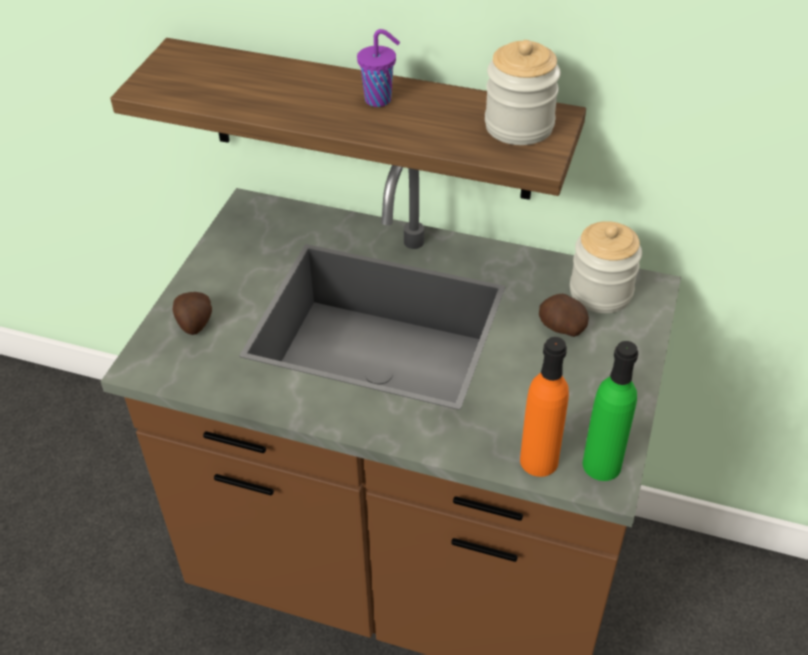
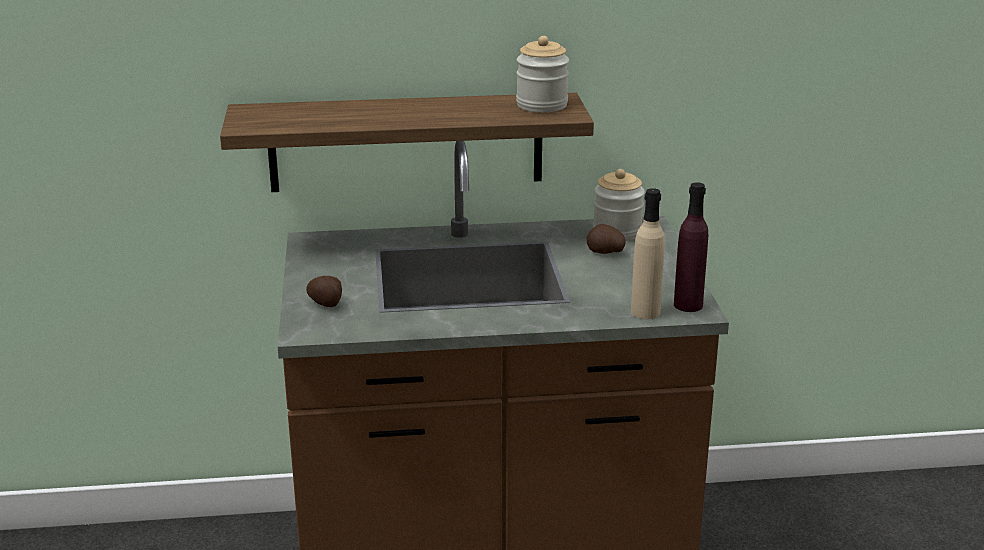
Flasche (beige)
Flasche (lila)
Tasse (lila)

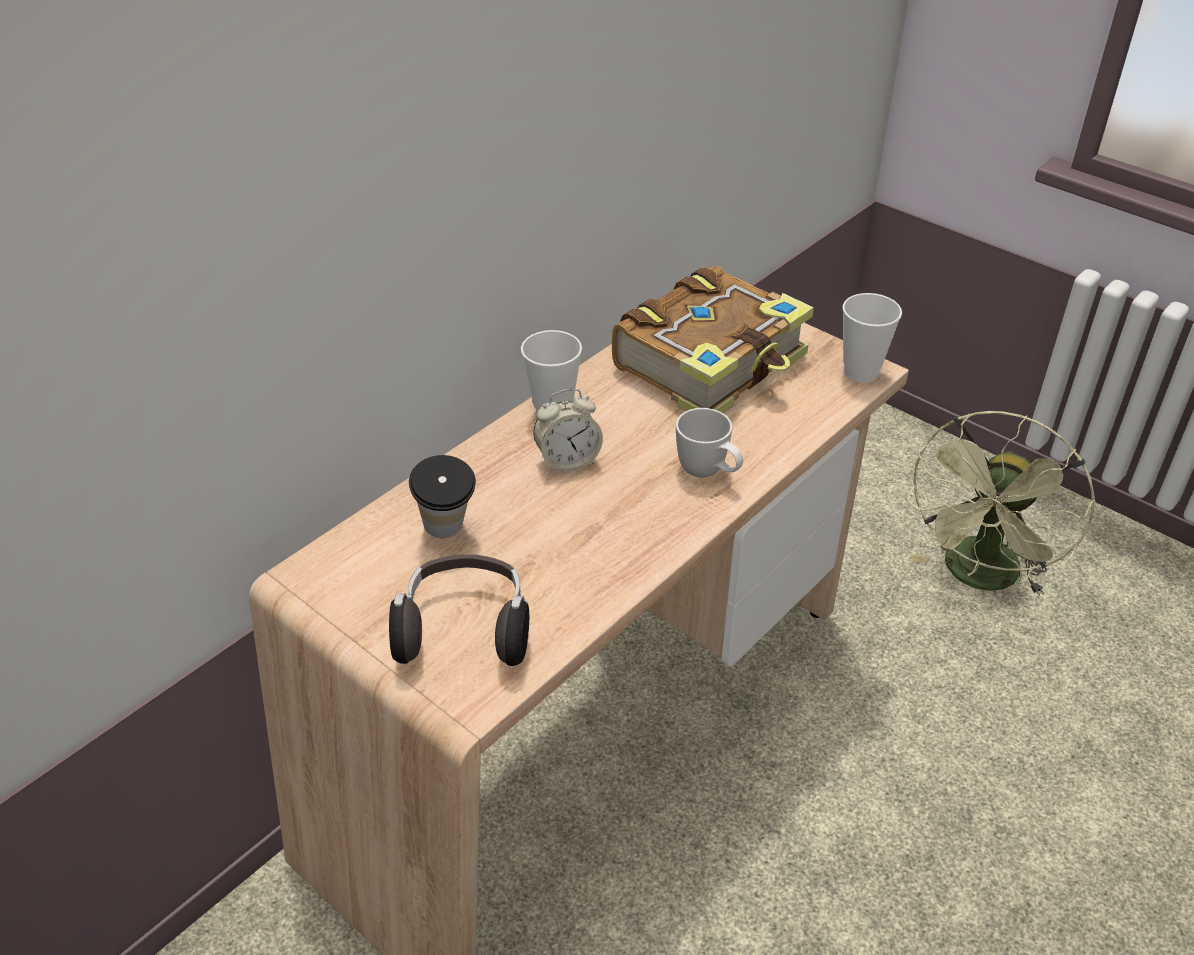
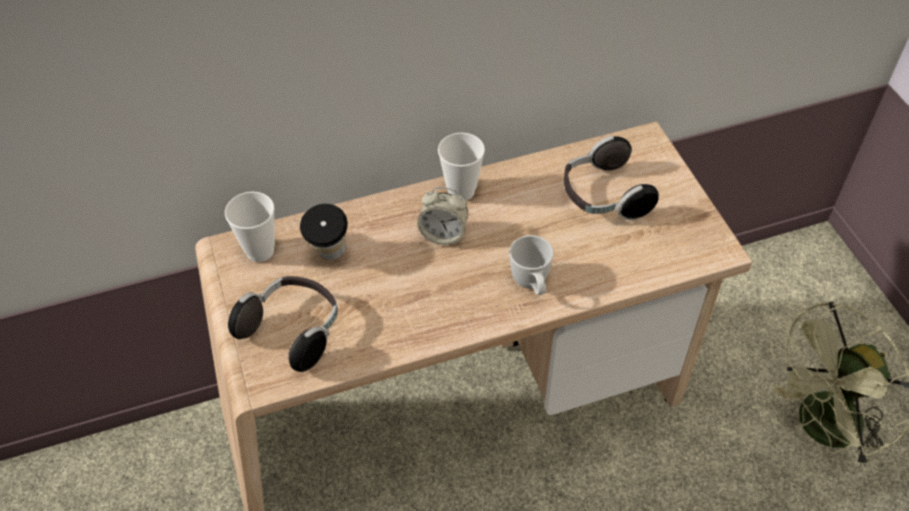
Tasse (1st from left)
Kopfhörer (2nd from left)

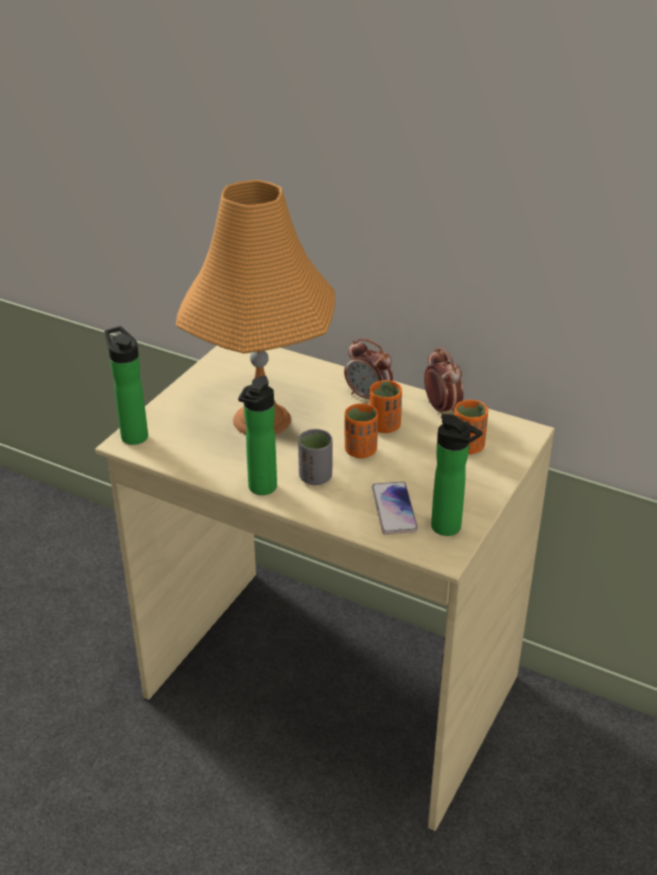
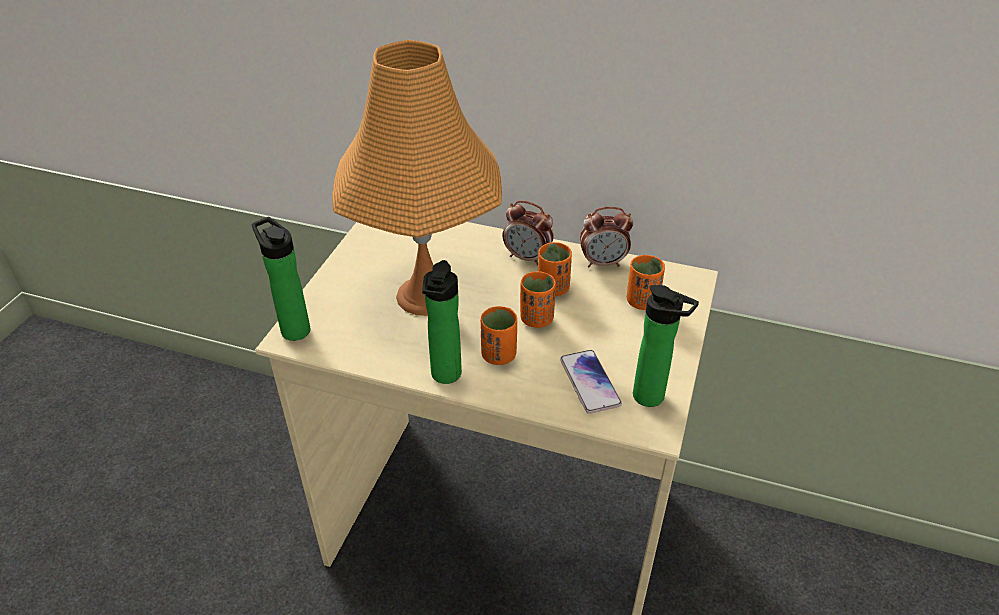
Tasse (orange) (1st from left)
Wecker (2nd from left)

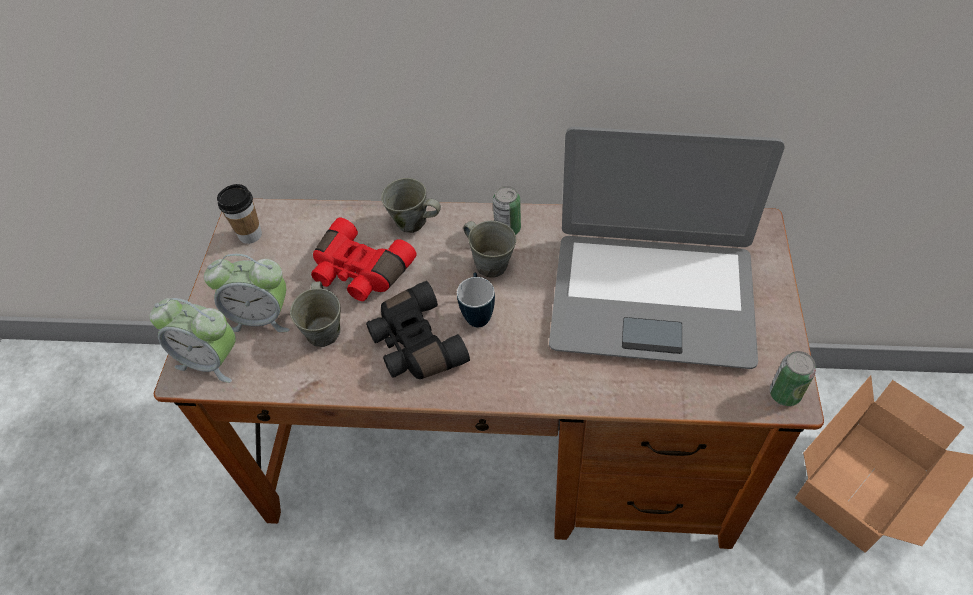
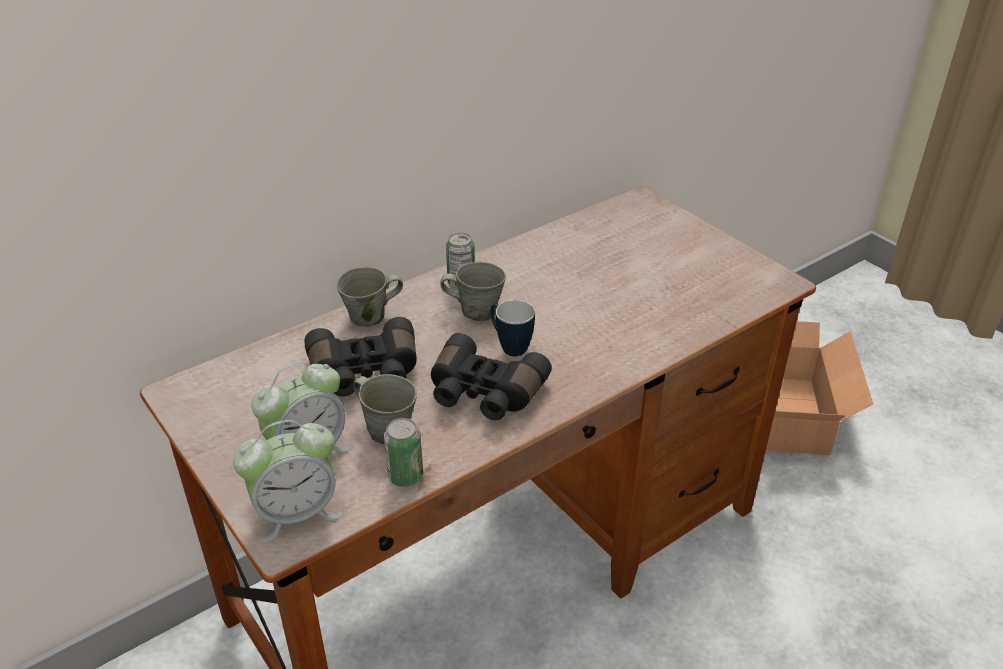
Fernglas (schwarz) (1st from left)
Dose (1st from left)
Tasse
Laptop

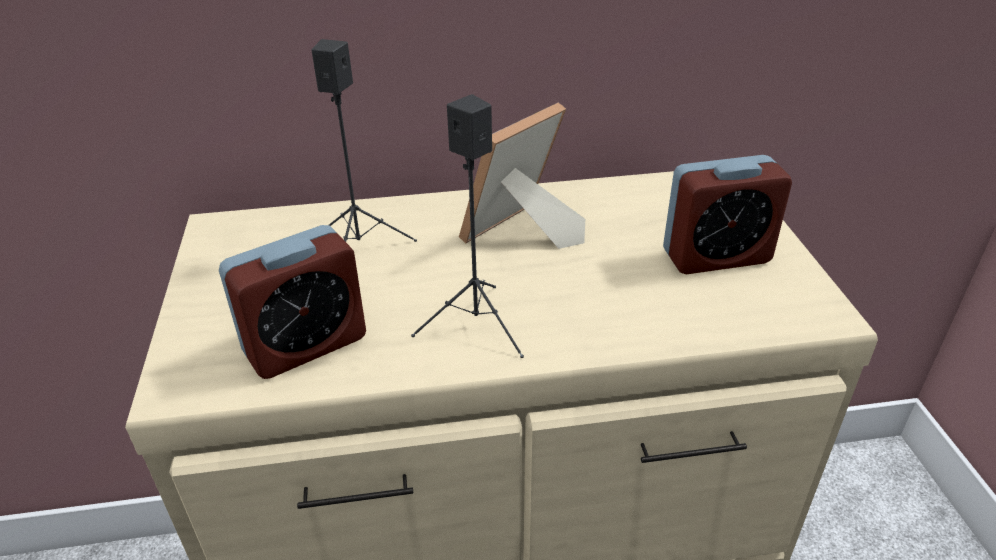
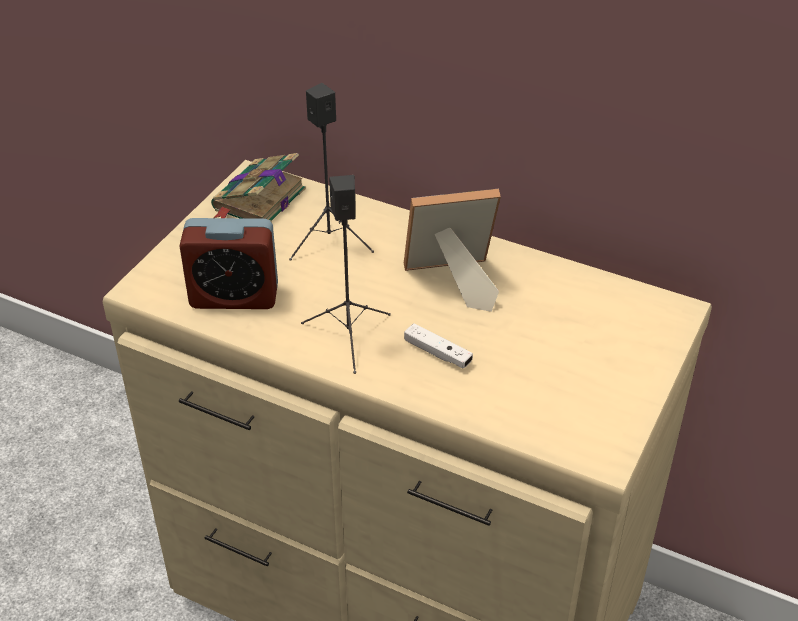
Buch
Gamepad (weiß)
Wecker (2nd from left in the first image)

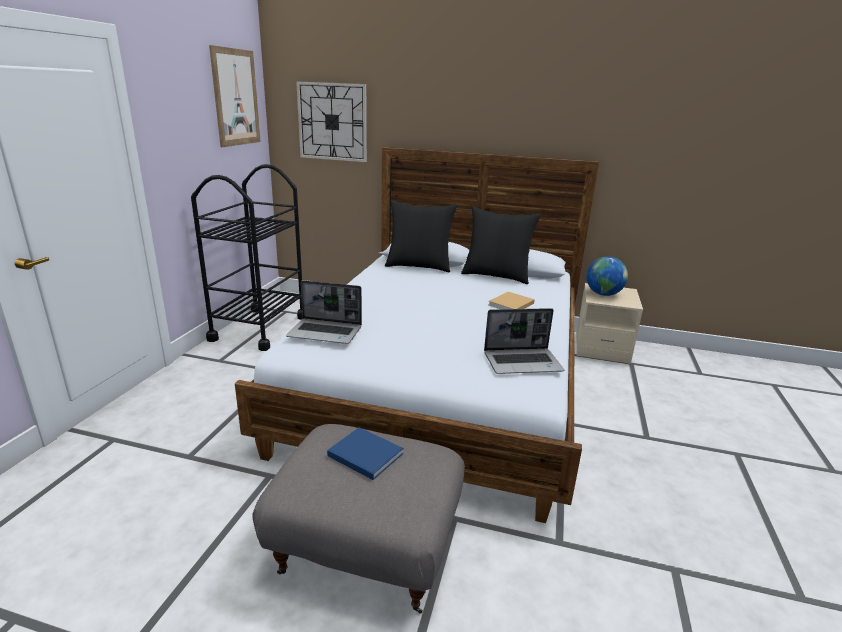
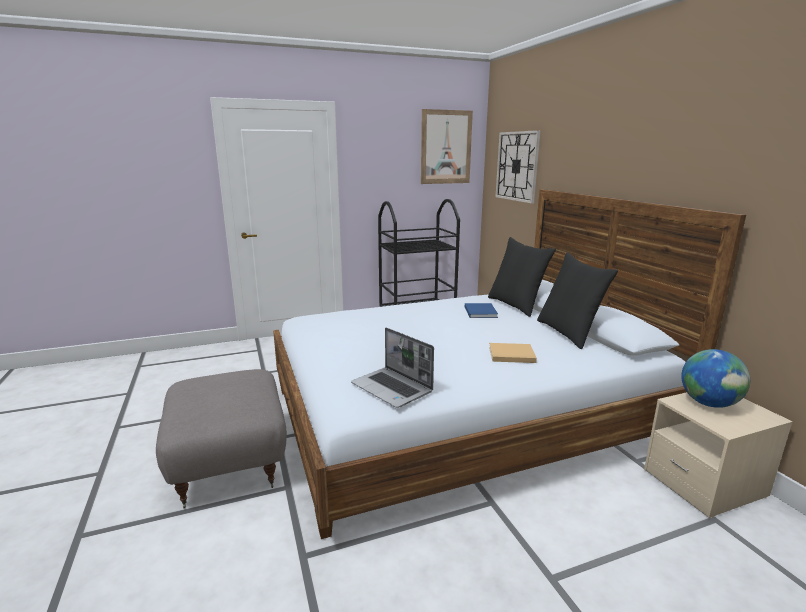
Buch (blau)
Laptop (1st from left in the first image)

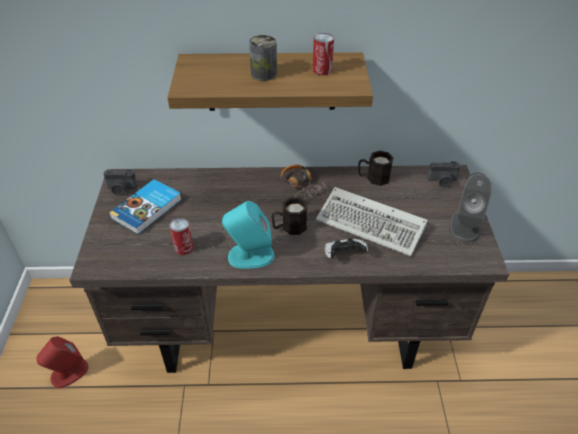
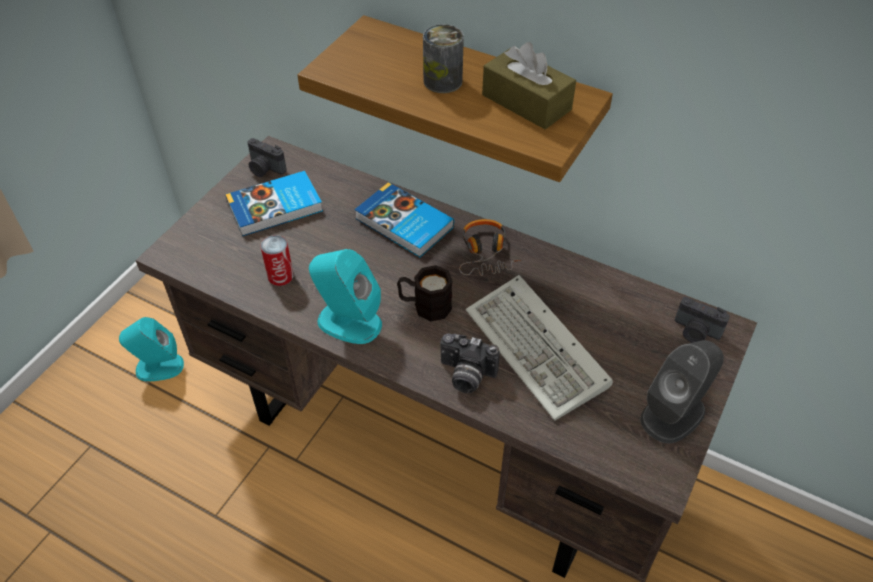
Lautsprecher (türkis) (1st from left)
Buch (2nd from left)
Kamera (2nd from left)
Taschentuchbox (braun)
Henkelbecher (schwarz) (2nd from left in the first image)

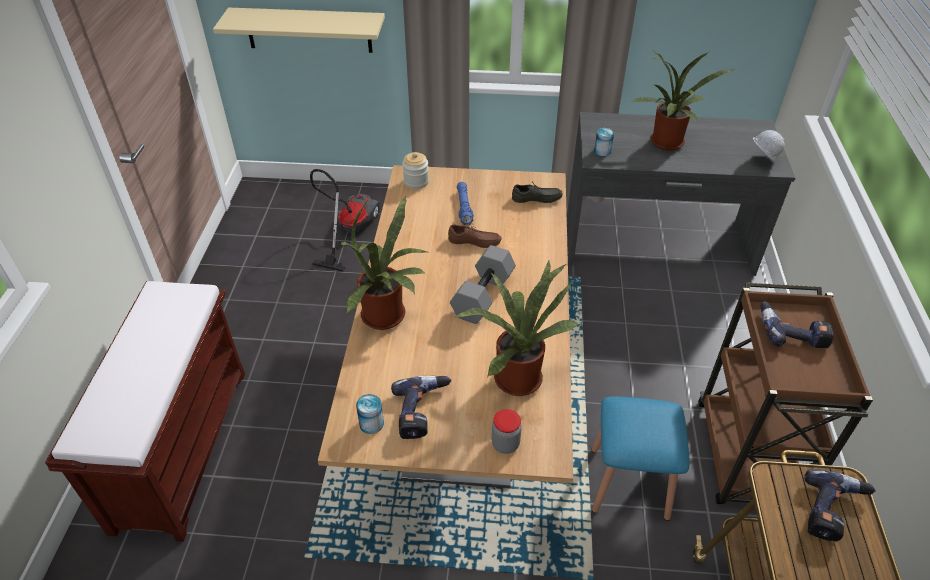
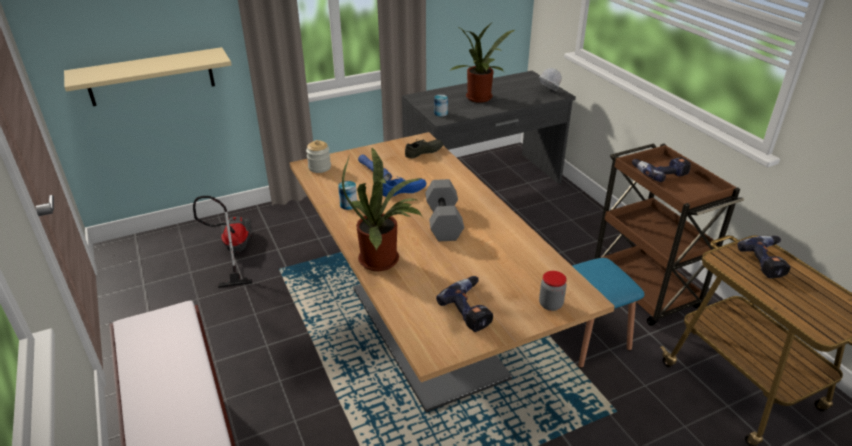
Dose (1st from left)
Schuh (blau)
Topfpflanze (2nd from left in the first image)

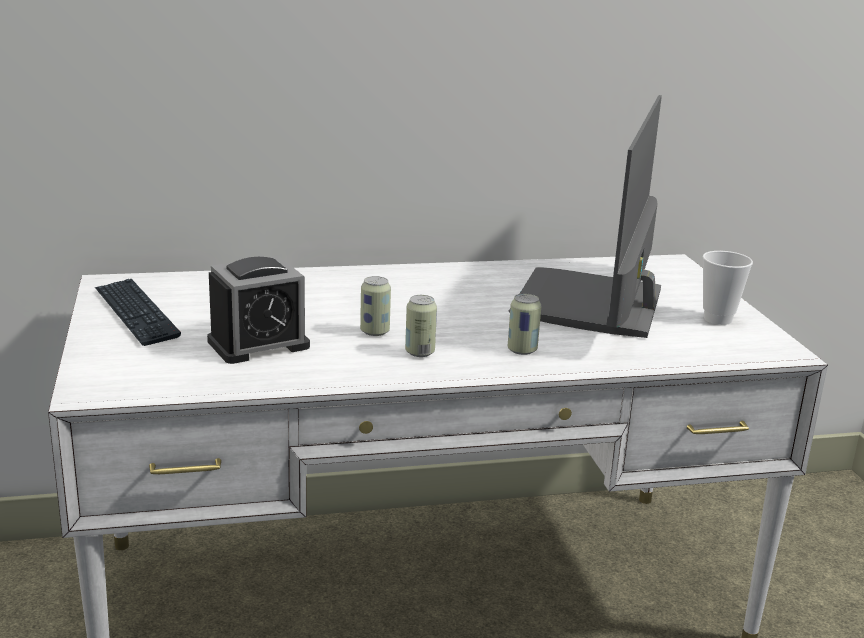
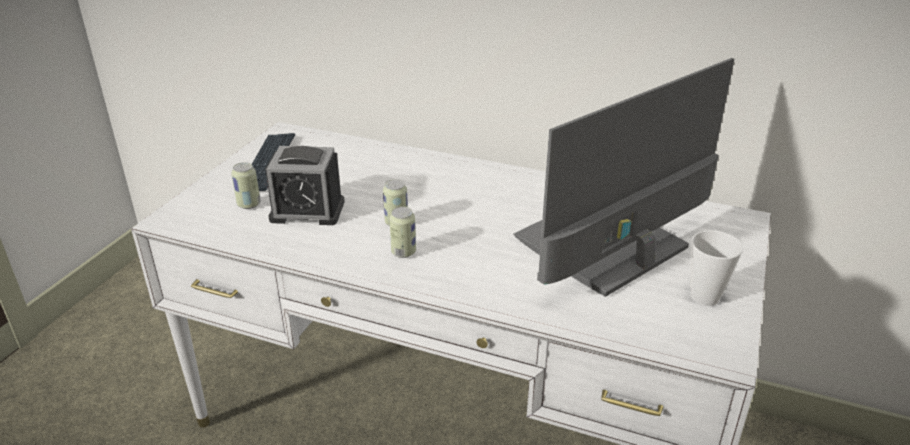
Dose (1st from left)

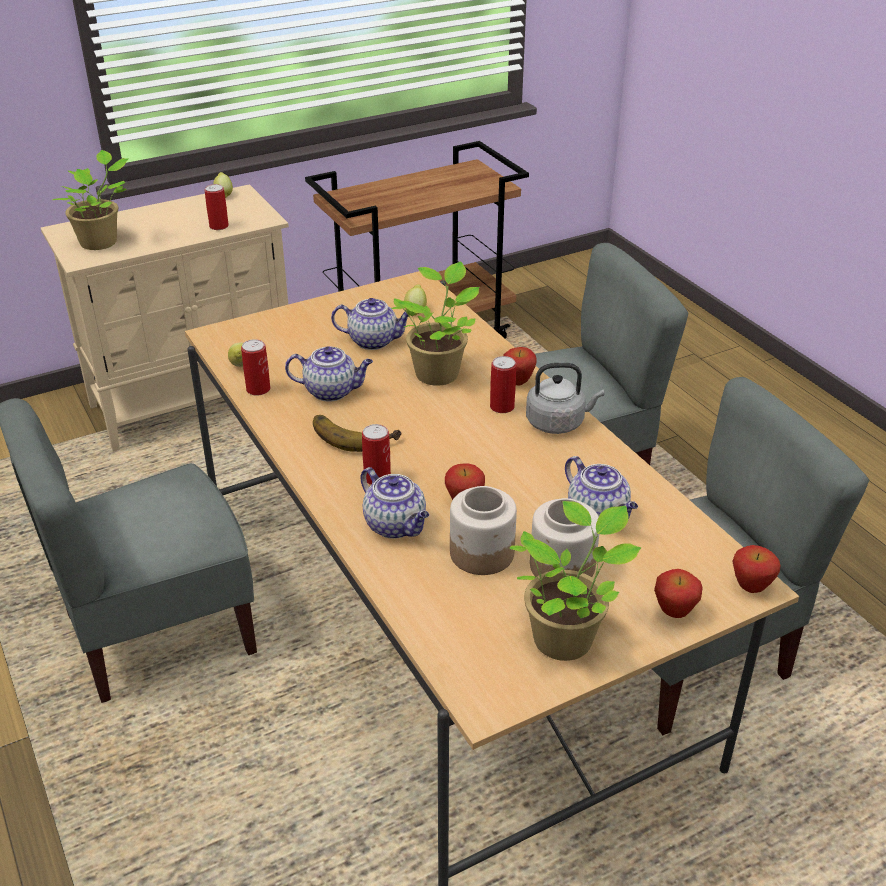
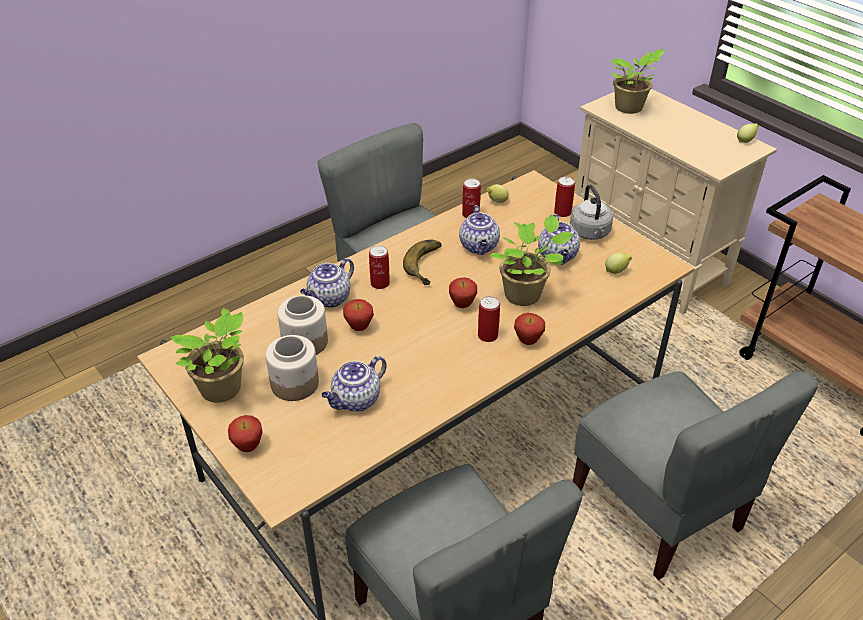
Apfel (3rd from left)
Dose (4th from left)
Wasserkessel (grau)

